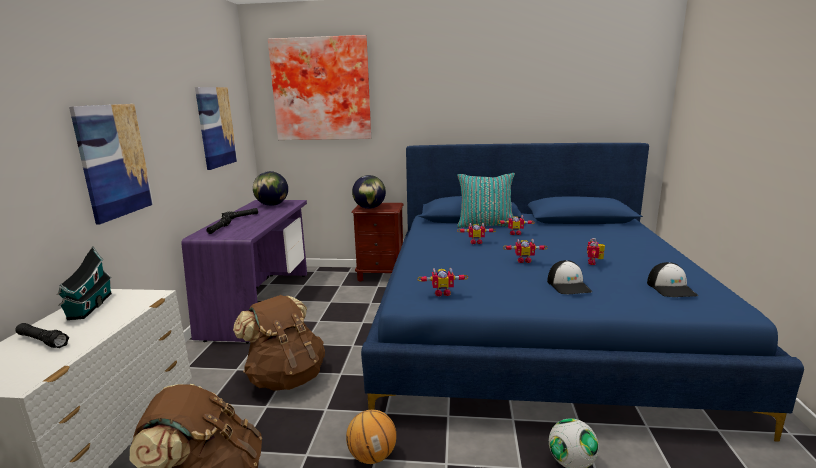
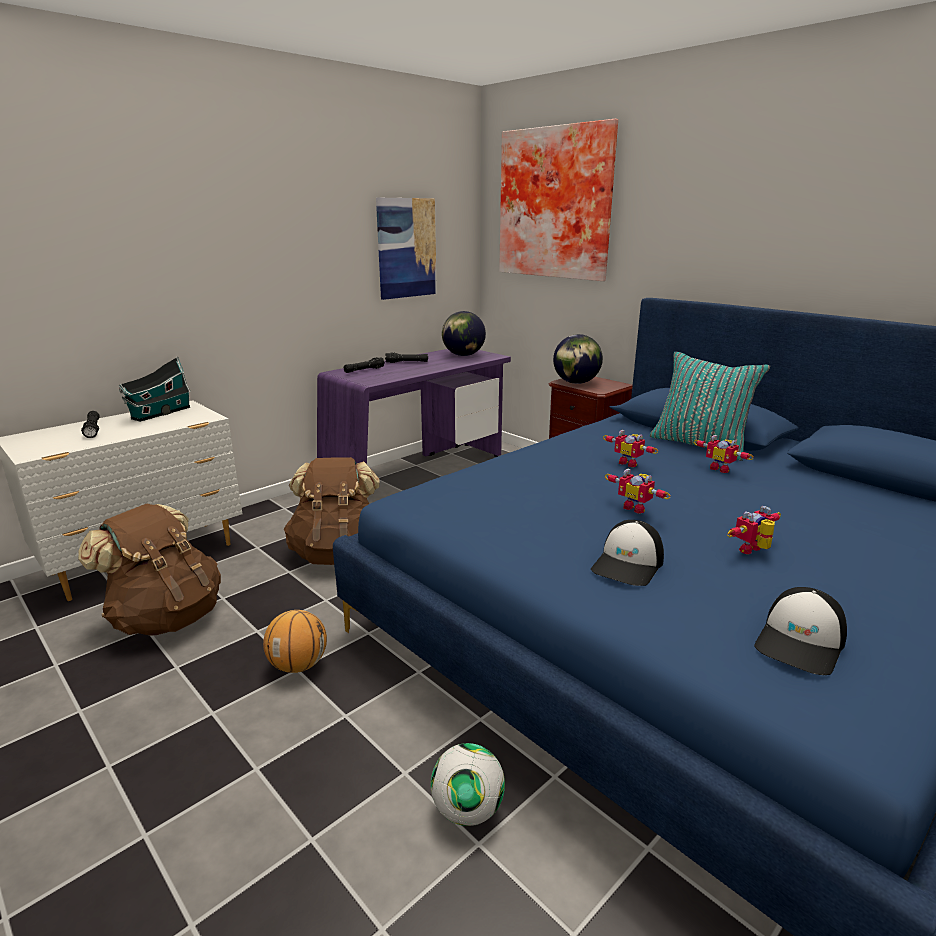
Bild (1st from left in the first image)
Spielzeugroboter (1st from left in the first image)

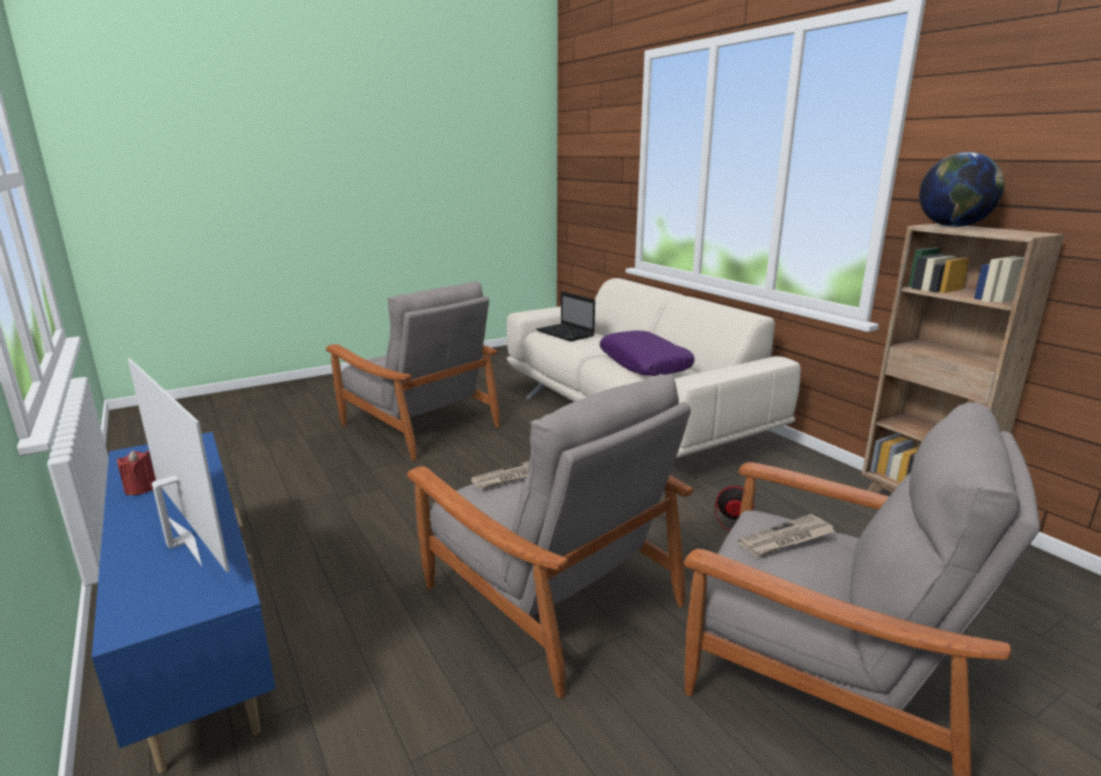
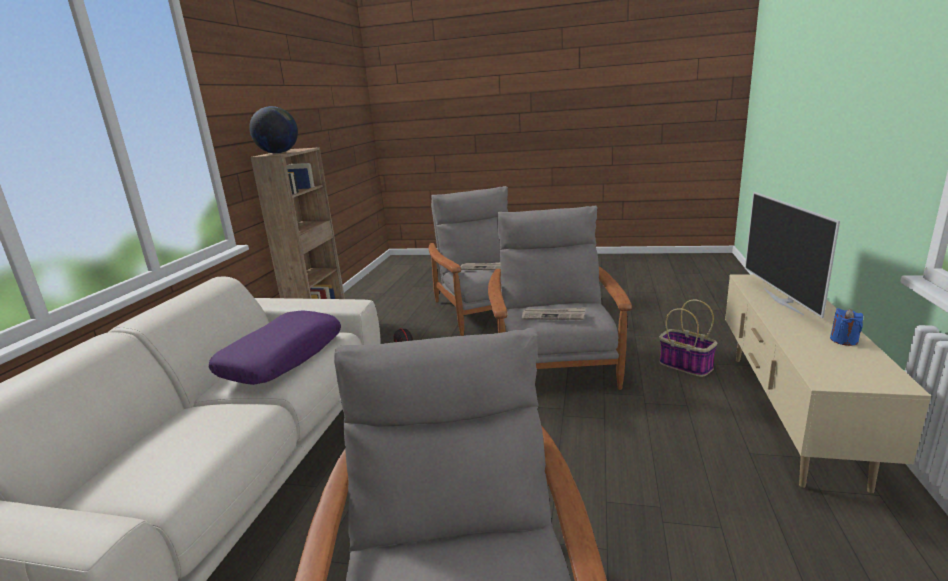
Korb
Fernsehschrank (beige)
Kerze (blau)
Laptop

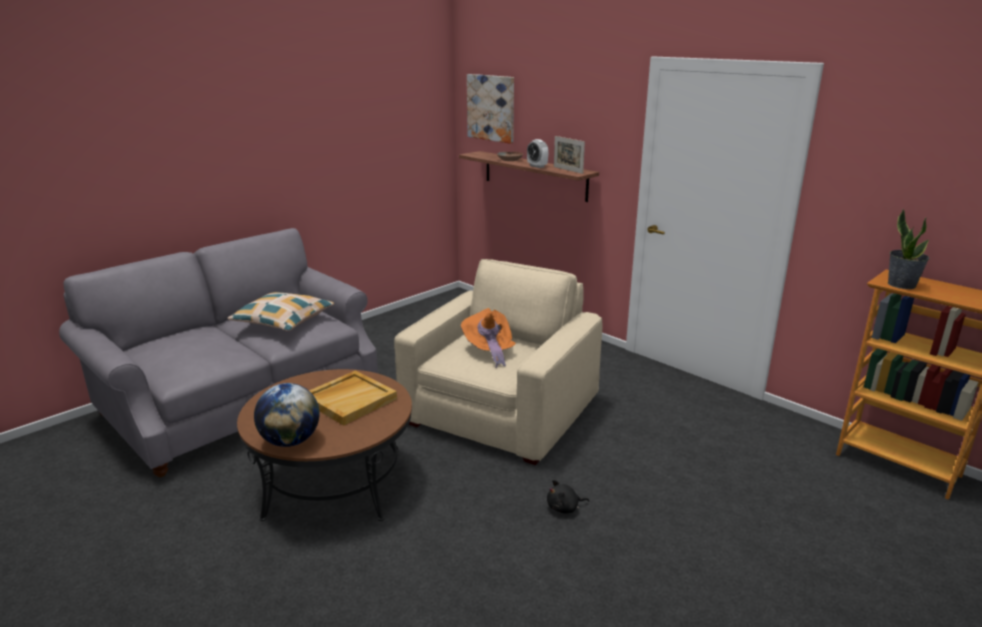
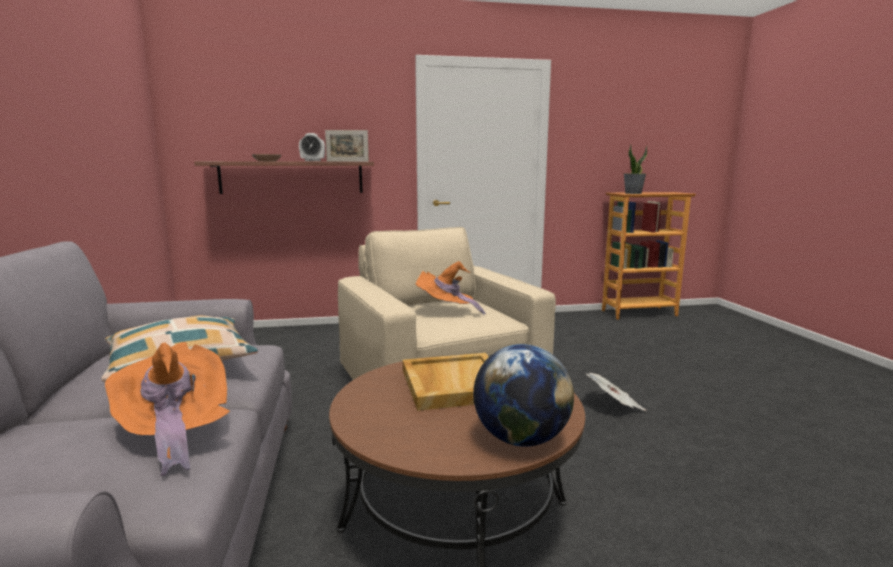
Hut (orange) (1st from left)
Zeitung
Bild

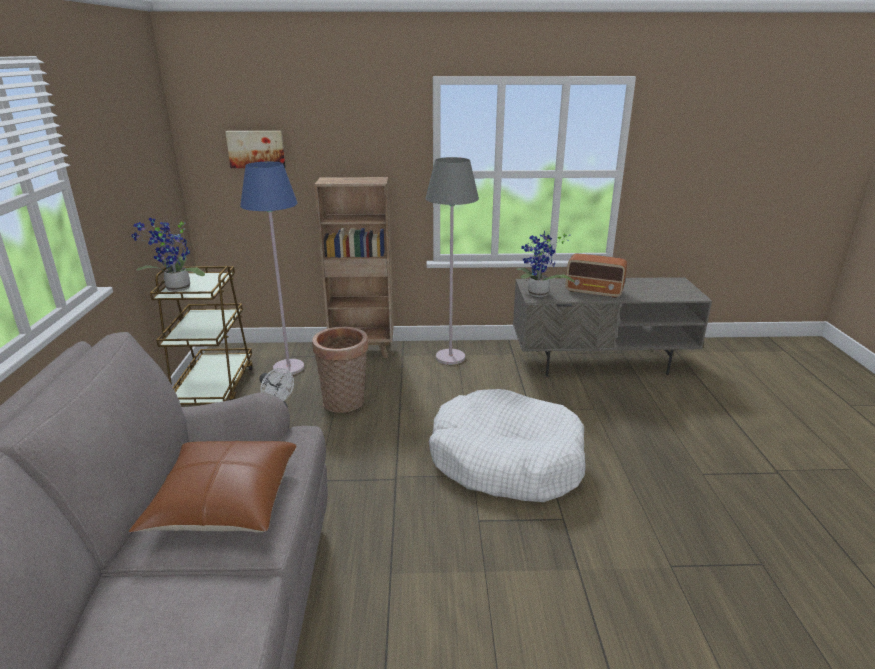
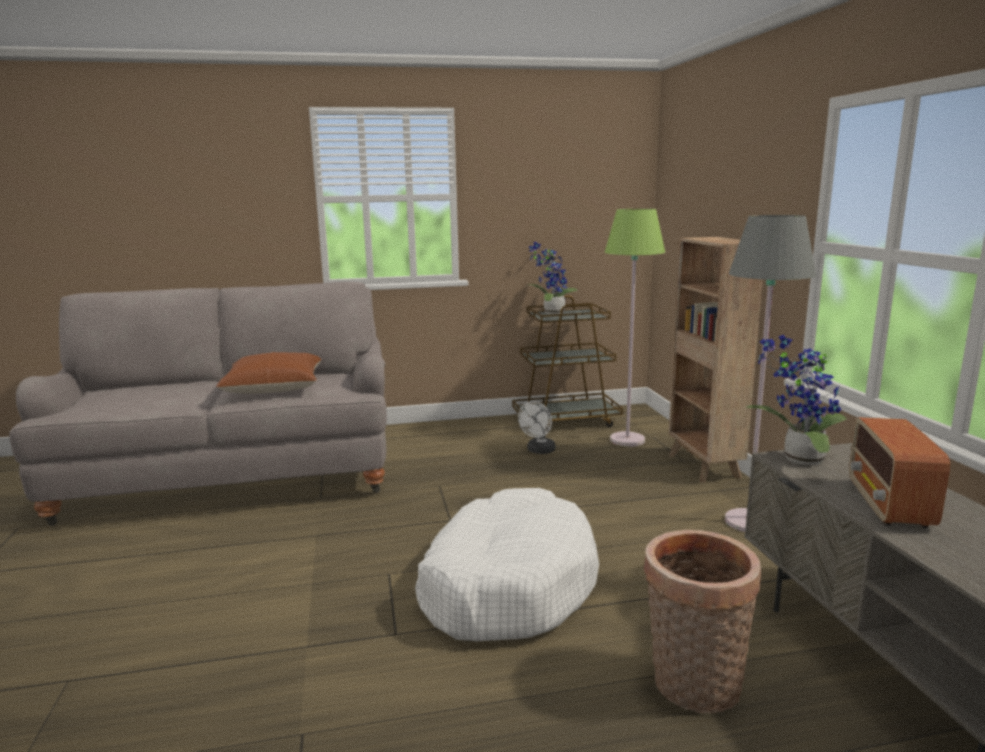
Stehlampe (grün)
Korb
Bild

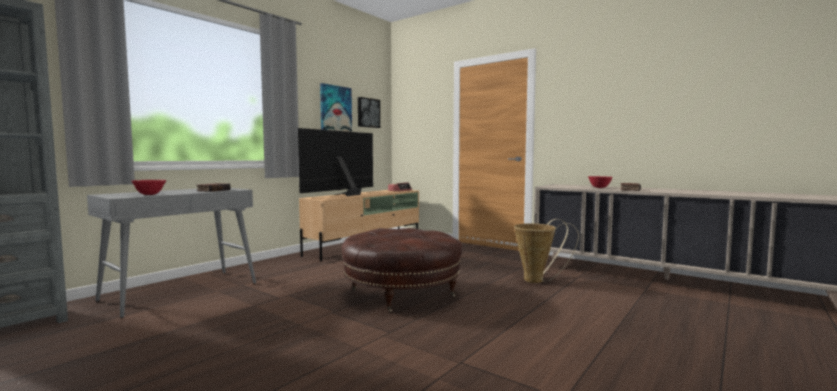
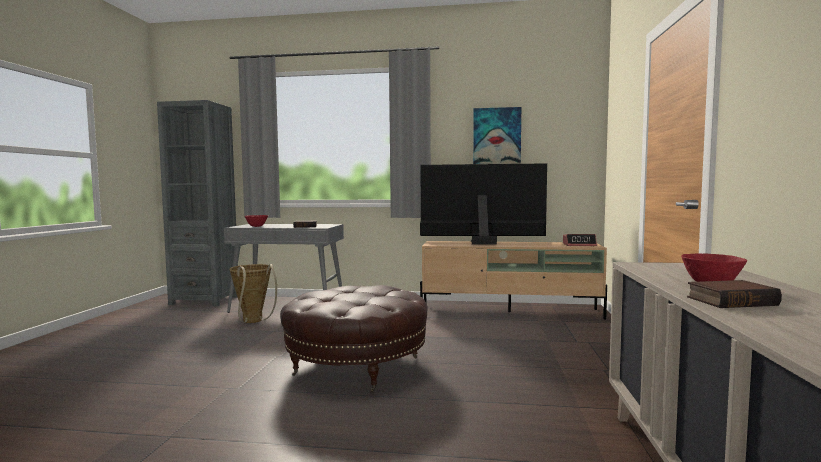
Korb
Bild (2nd from left in the first image)

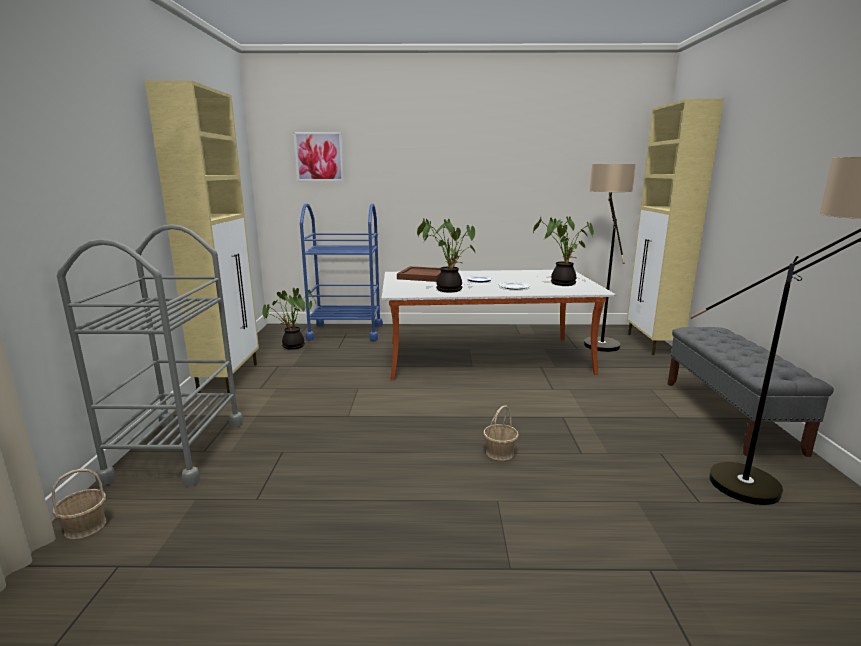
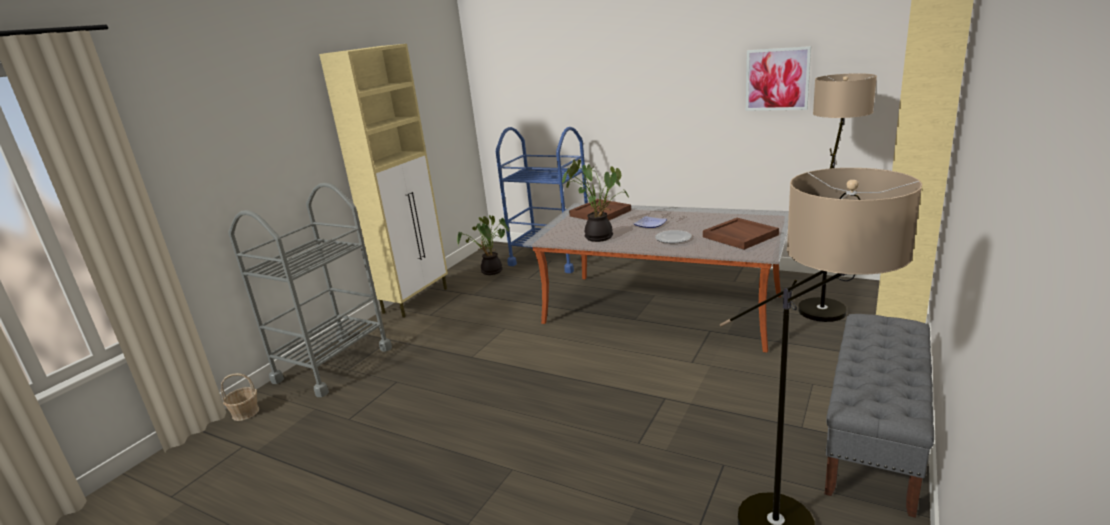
Tablett (braun) (2nd from left)
Bild
Korb (2nd from left in the first image)

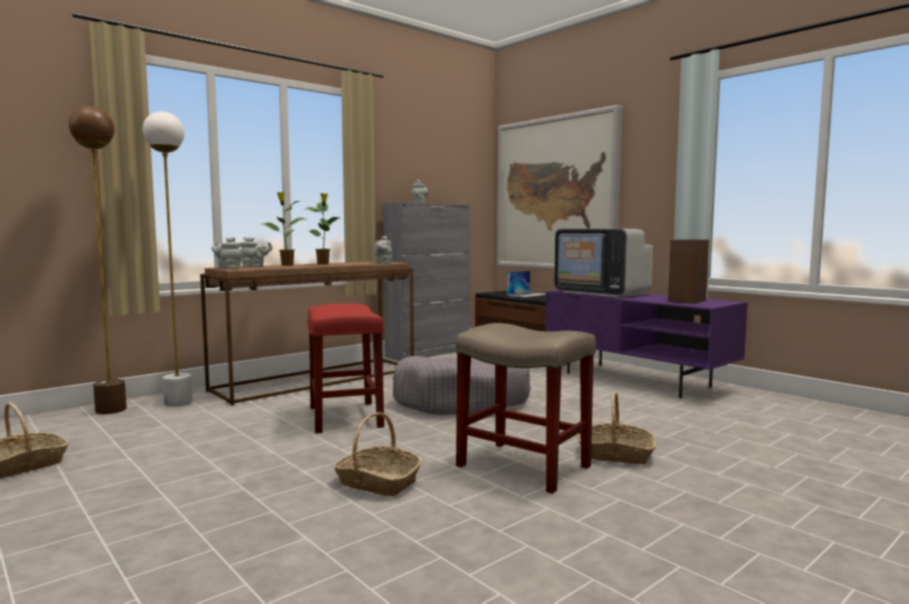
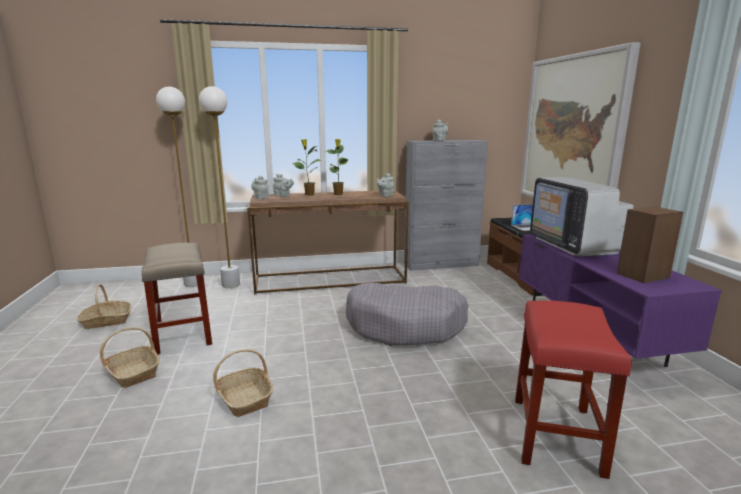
Korb (2nd from left)
Hocker (beige)
Stehlampe (weiß) (1st from left)
Hocker (rot)

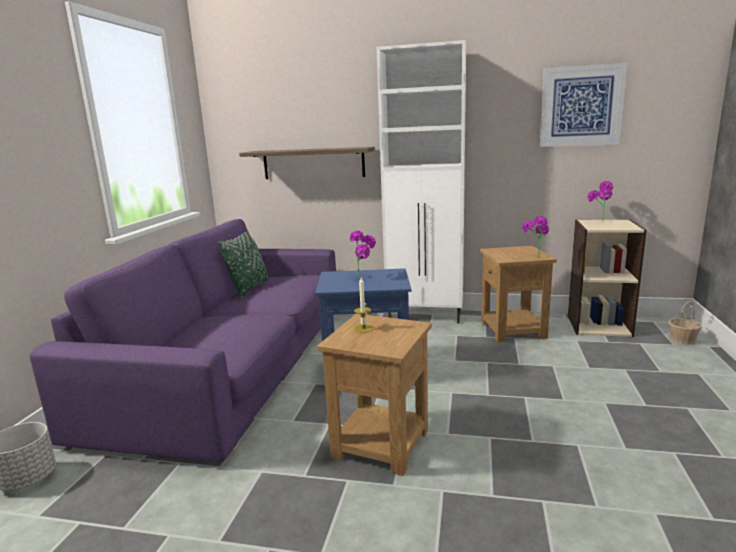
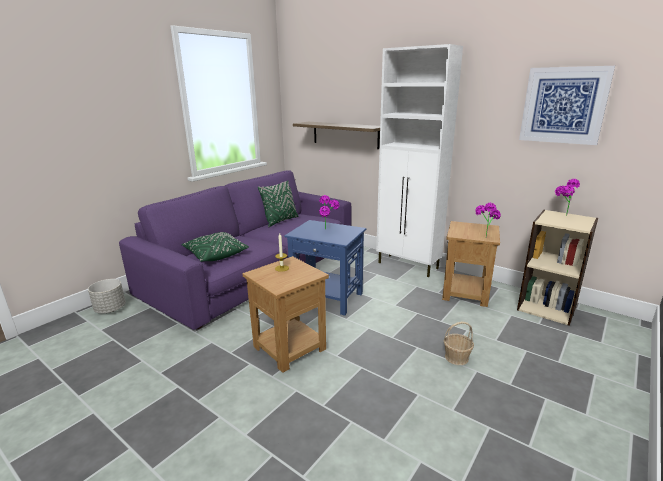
Kissen (grün) (1st from left)
Korb

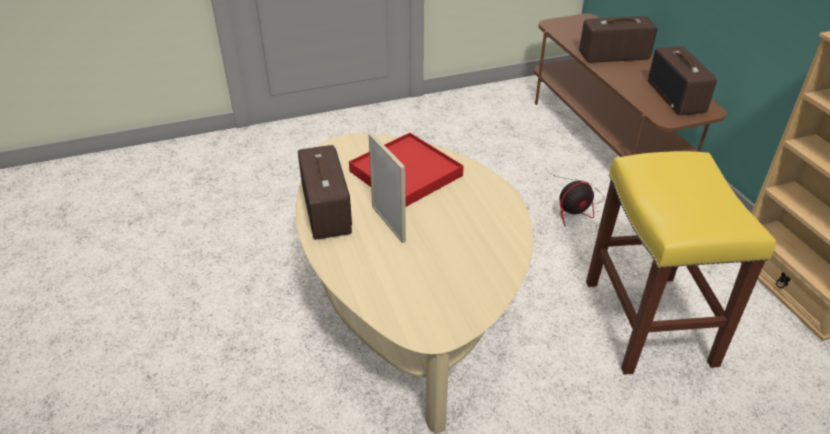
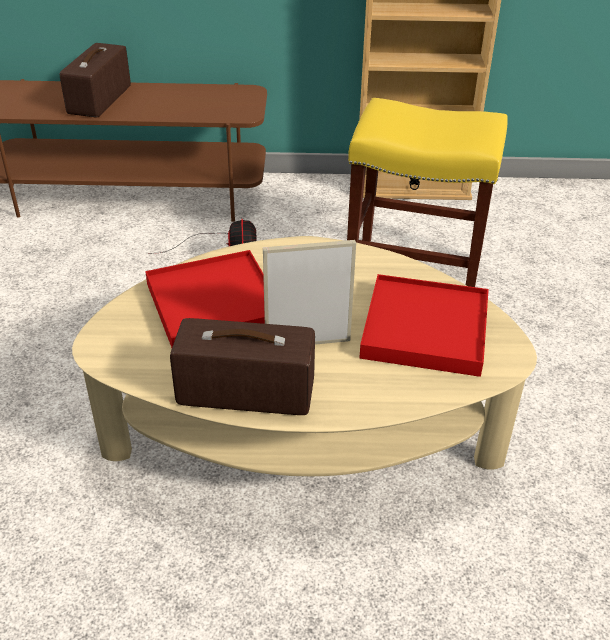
Tablett (rot) (2nd from left)
Radio (3rd from left in the first image)

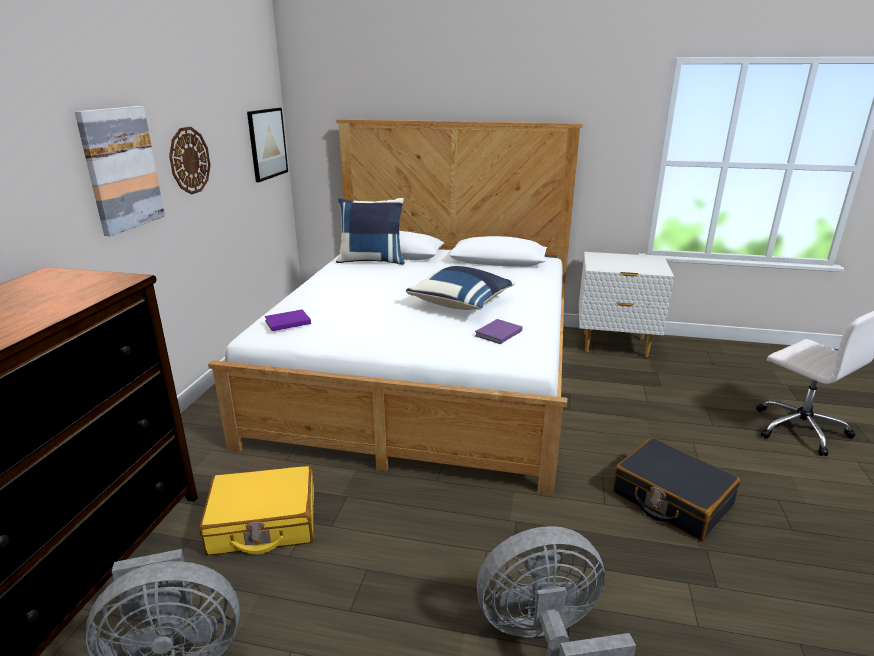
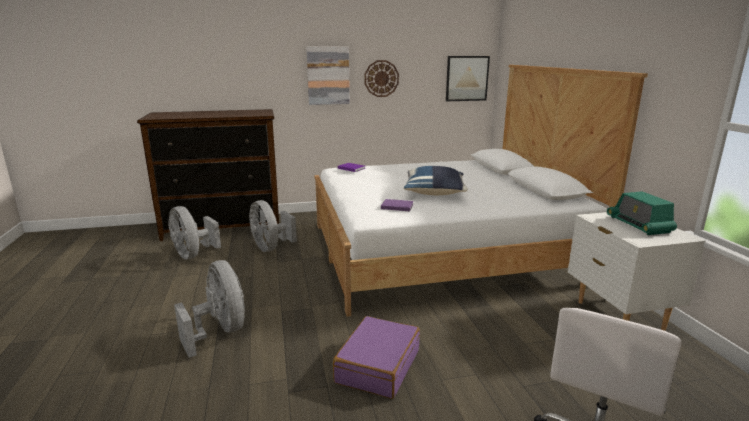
Ventilator (grau) (3rd from left)
Koffer (lila)
Radio
Kissen (blau) (1st from left in the first image)

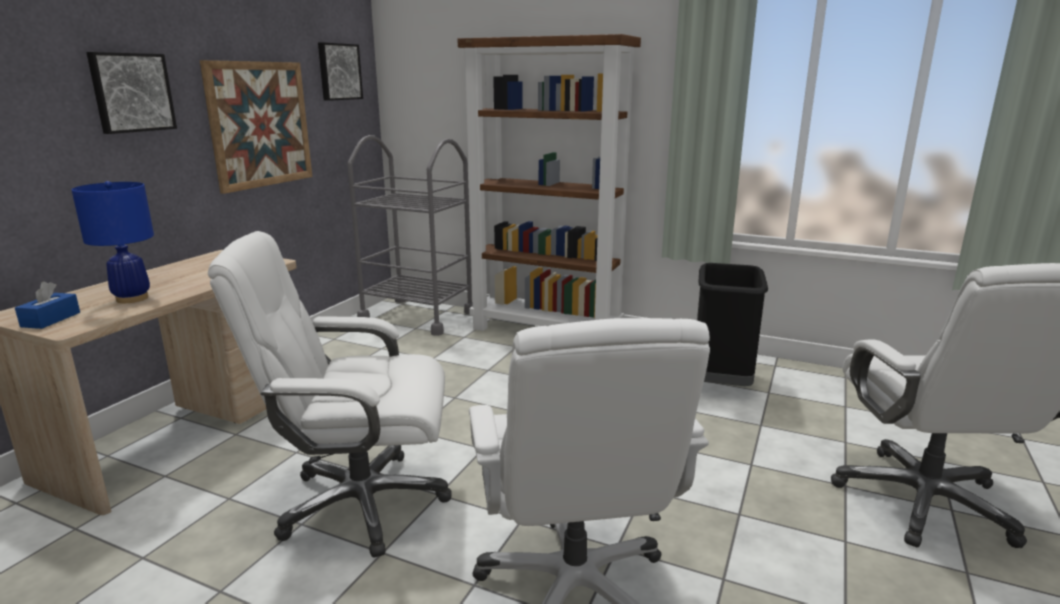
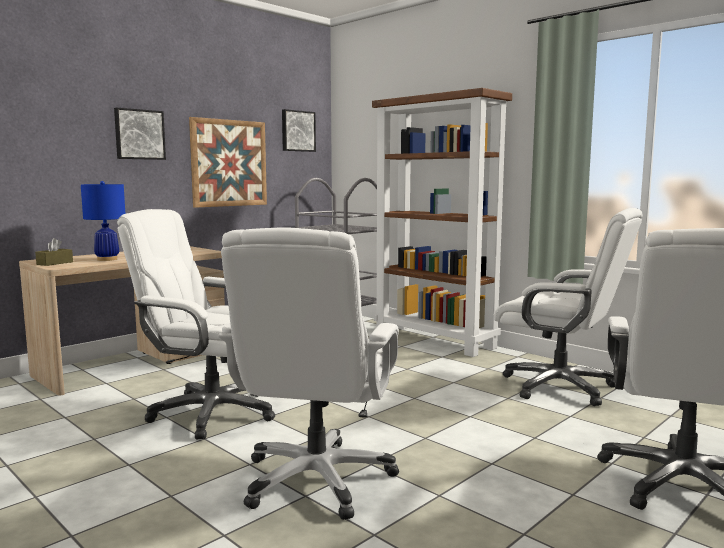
Taschentuchbox (braun)
Bürostuhl (weiß) (3rd from left)

